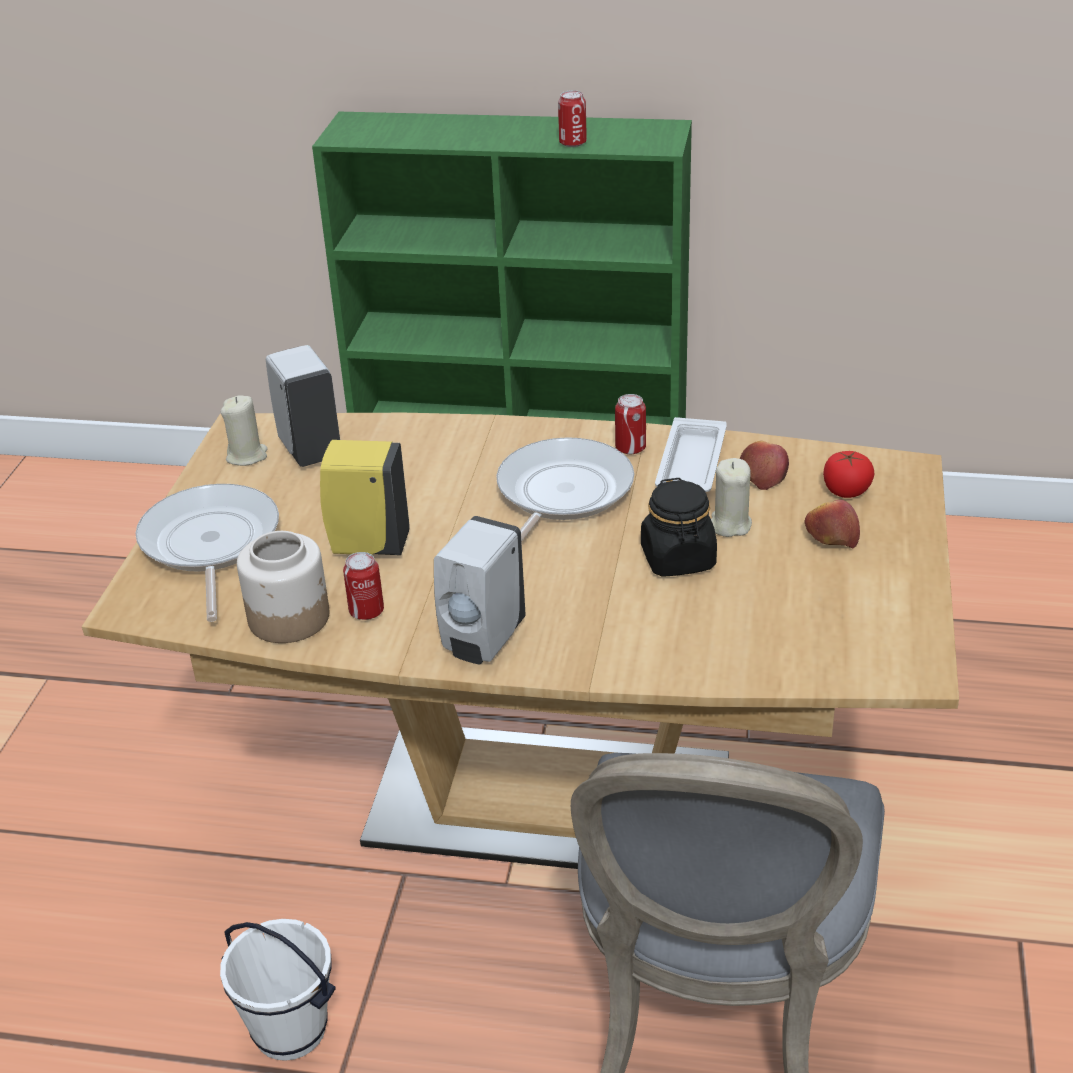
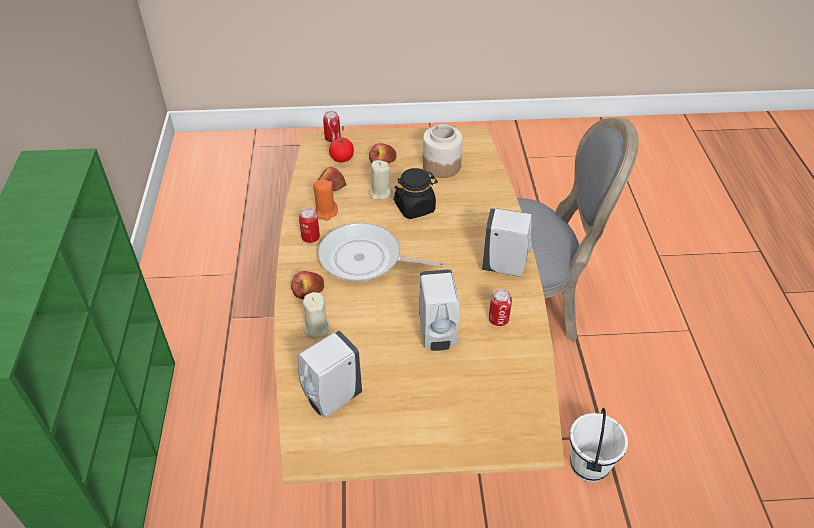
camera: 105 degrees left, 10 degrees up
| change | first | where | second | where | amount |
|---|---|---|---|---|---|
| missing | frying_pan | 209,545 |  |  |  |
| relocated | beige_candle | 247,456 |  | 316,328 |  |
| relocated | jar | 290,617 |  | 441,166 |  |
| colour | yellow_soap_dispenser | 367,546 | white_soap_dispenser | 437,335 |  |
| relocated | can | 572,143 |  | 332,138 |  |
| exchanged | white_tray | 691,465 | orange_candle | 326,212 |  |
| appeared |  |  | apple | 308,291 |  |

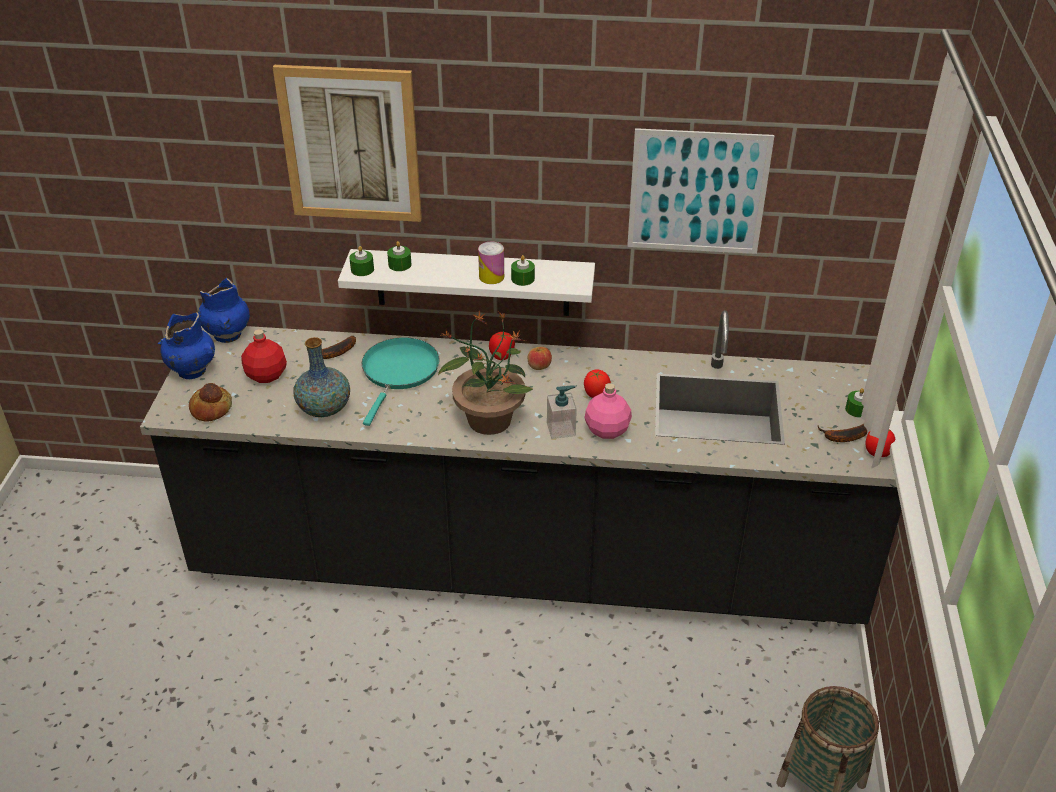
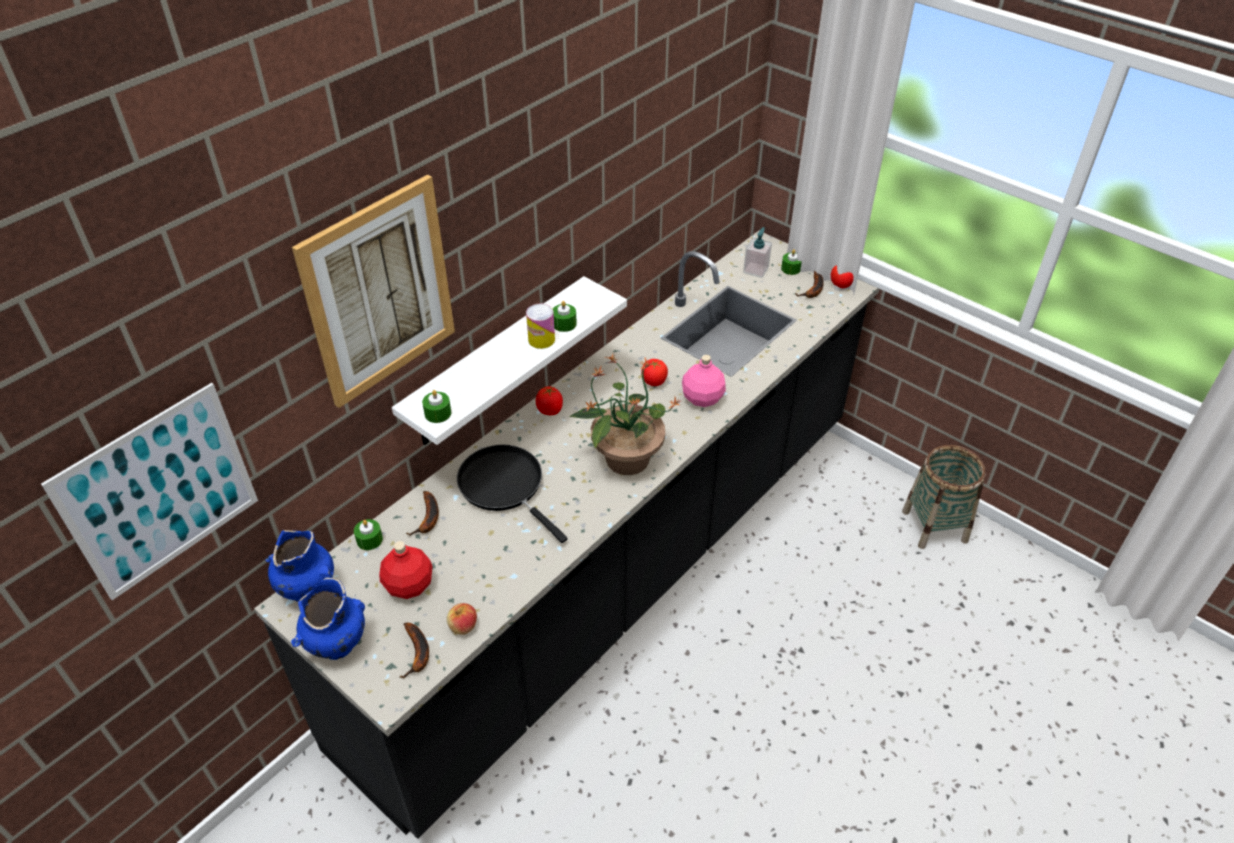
camera: 55 degrees left, 5 degrees up
| change | first | where | second | where | amount |
|---|---|---|---|---|---|
| exchanged | bread | 211,409 | banana | 417,653 |  |
| missing | vase | 324,409 |  |  |  |
| colour | turquoise_frying_pan | 399,372 | black_frying_pan | 505,486 |  |
| relocated | green_candle | 399,264 |  | 369,540 |  |
| relocated | apple | 539,366 |  | 463,626 |  |
| relocated | soap_dispenser | 561,429 |  | 756,270 |  |
| relocated | picture | 697,192 |  | 160,492 |  |

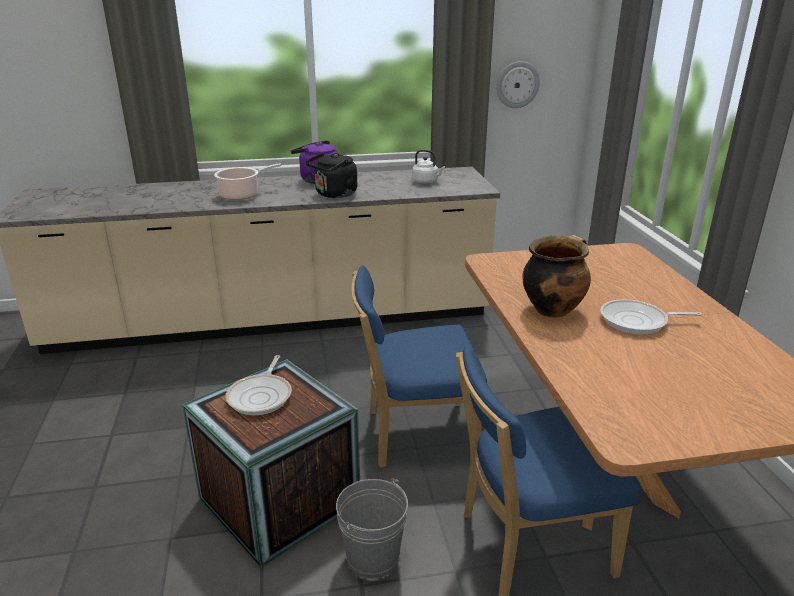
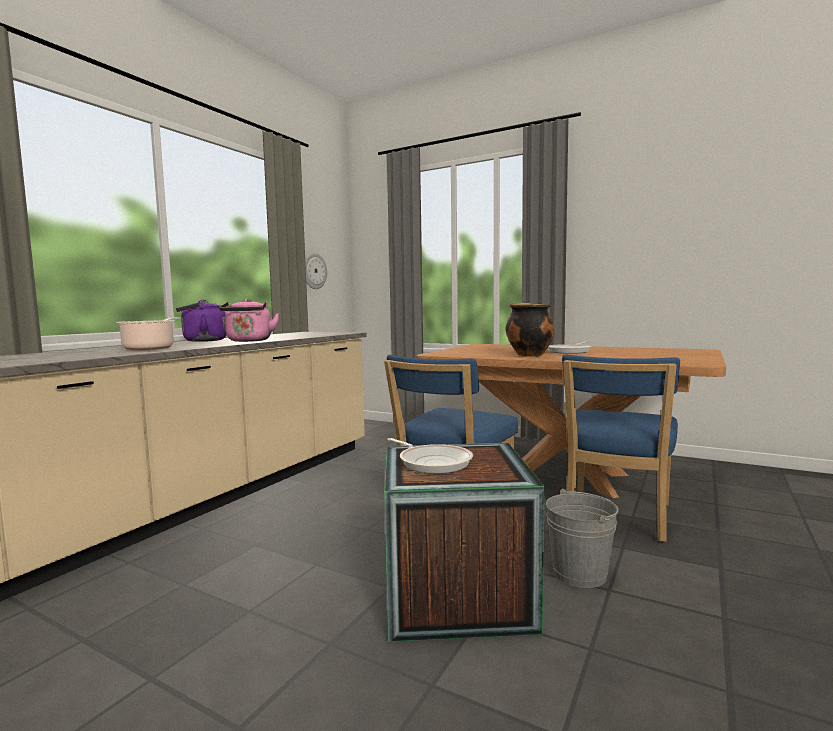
camera: 50 degrees left, 20 degrees down
| change | first | where | second | where | amount |
|---|---|---|---|---|---|
| colour | black_kettle | 334,194 | pink_kettle | 249,341 |  |
| missing | white_kettle | 426,181 |  |  |  |

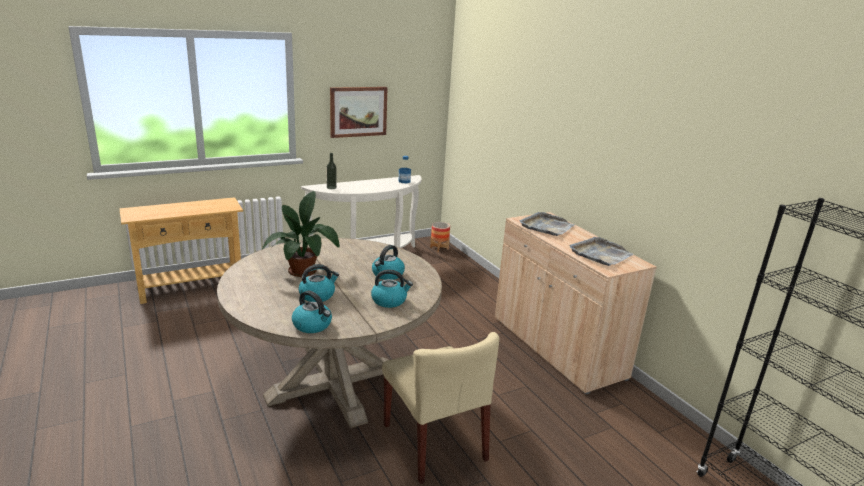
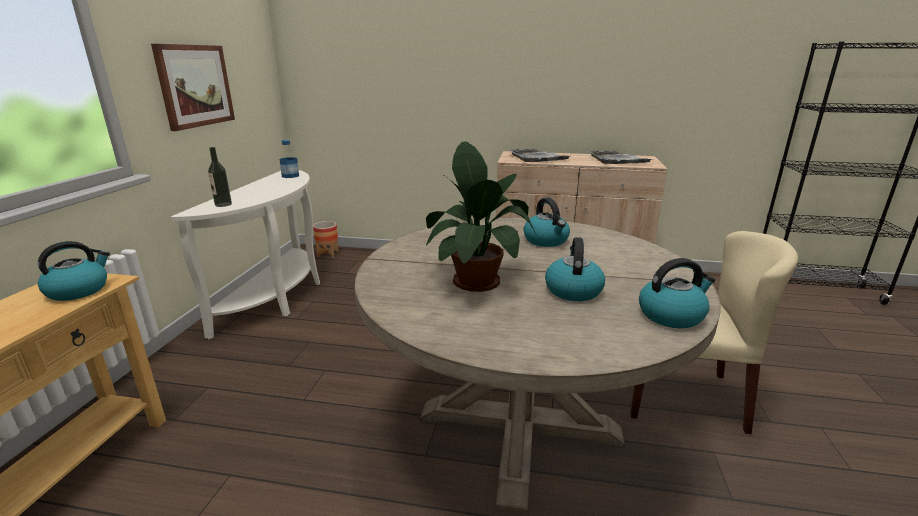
camera: 50 degrees left, 0 degrees up
| change | first | where | second | where | amount |
|---|---|---|---|---|---|
| relocated | kettle | 389,300 |  | 79,290 |  |

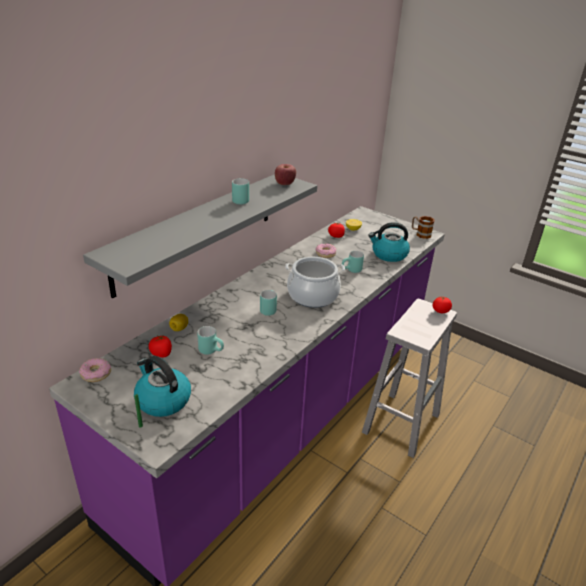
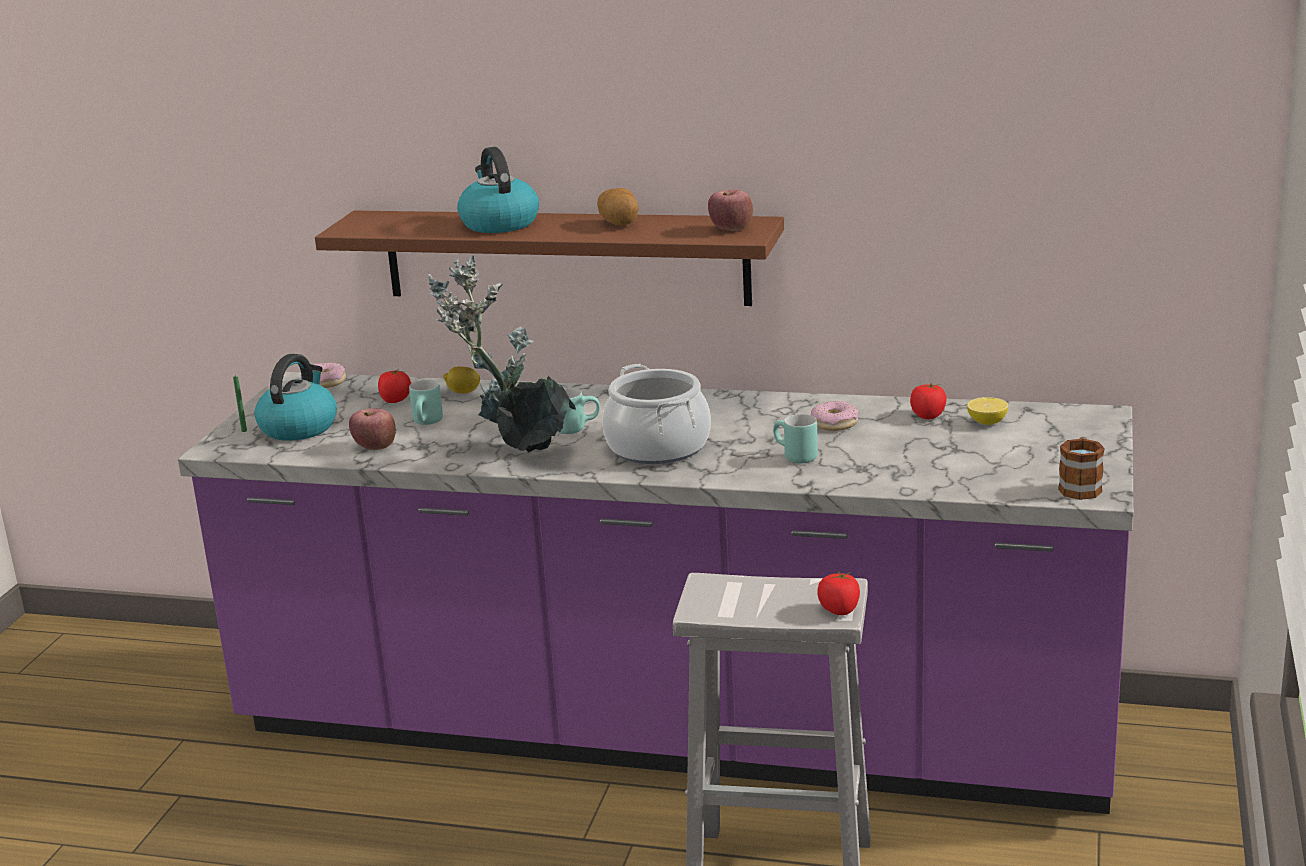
camera: 70 degrees right, 10 degrees down
| change | first | where | second | where | amount |
|---|---|---|---|---|---|
| colour | grey_shelf | 197,230 | brown_shelf | 565,257 |  |
| exchanged | turquoise_mug | 241,200 | potato | 619,224 |  |
| relocated | kettle | 388,255 |  | 498,223 |  |
| appeared |  |  | apple | 375,447 |  |
| appeared |  |  | potted_plant | 516,454 |  |

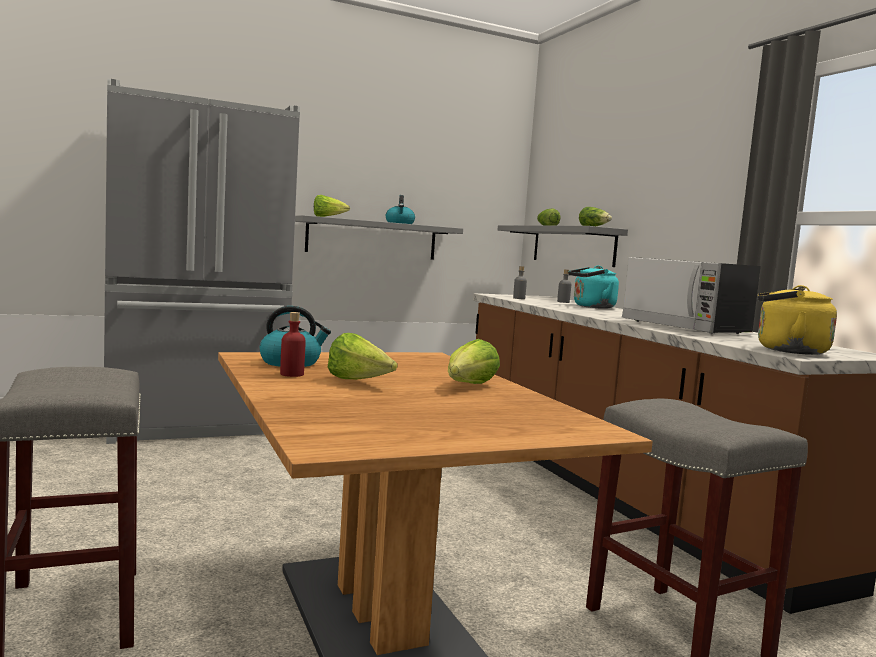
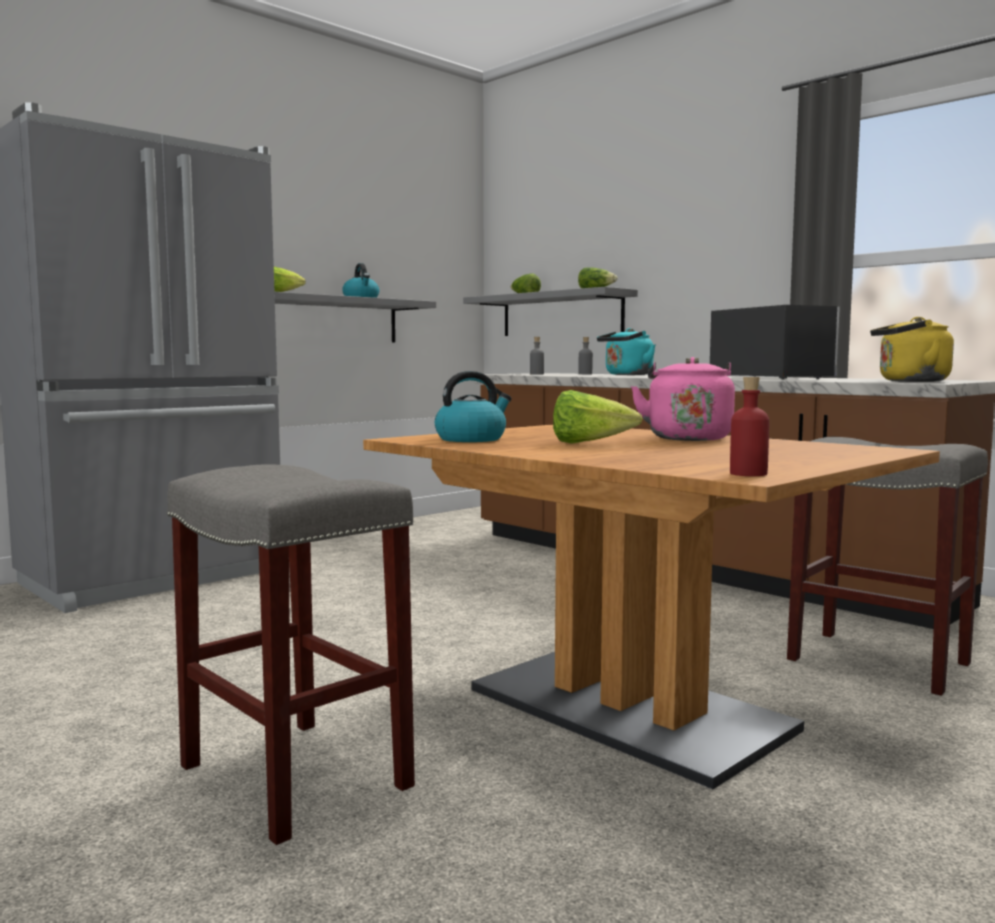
camera: 20 degrees left, 0 degrees up
| change | first | where | second | where | amount |
|---|---|---|---|---|---|
| relocated | red_bottle | 292,374 |  | 748,474 |  |
| exchanged | lettuce | 469,386 | pink_kettle | 687,438 |  |
| spun | microwave | 684,327 |  | 769,378 | 150 degrees counterclockwise |

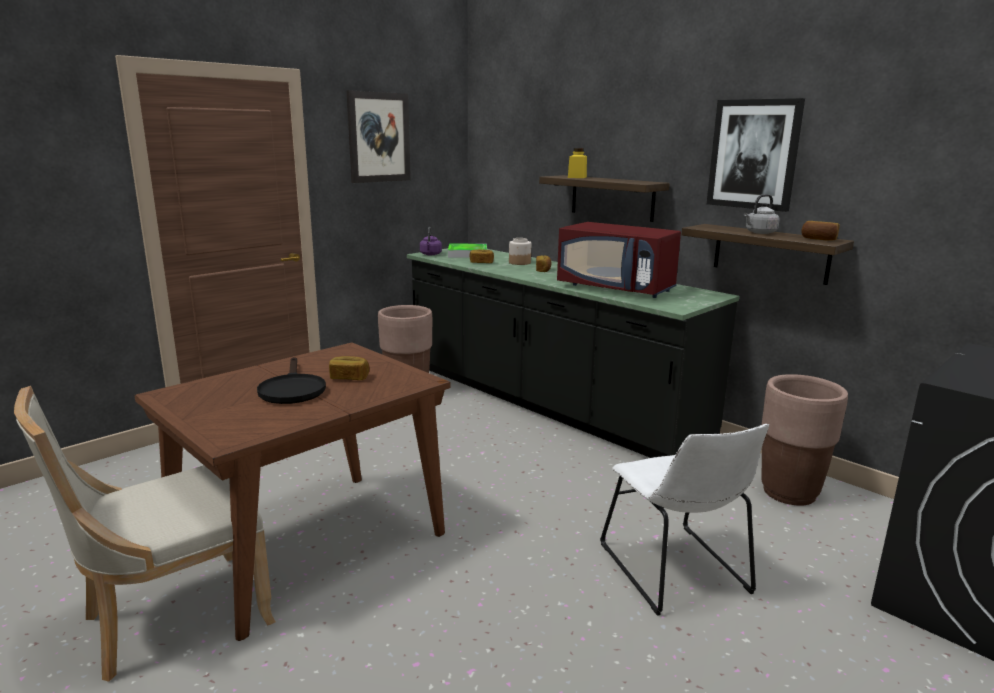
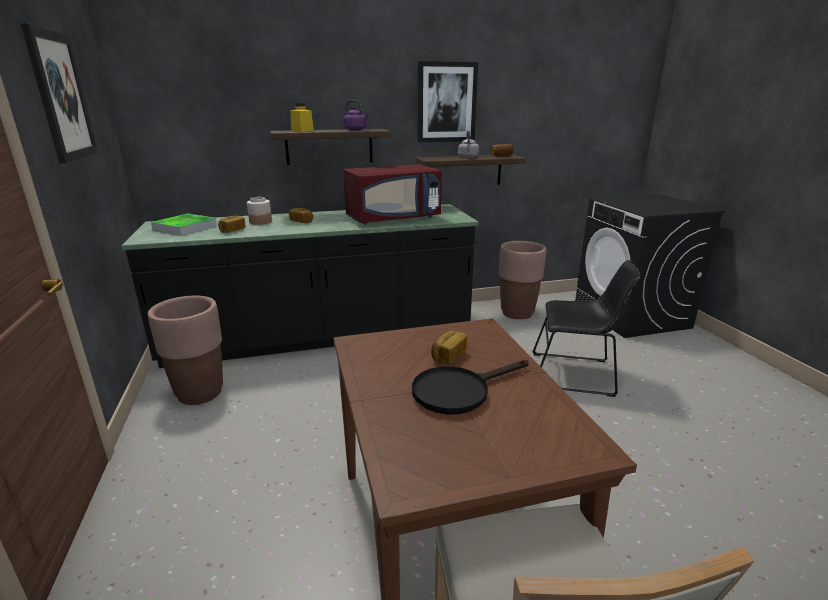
camera: 60 degrees left, 5 degrees up
| change | first | where | second | where | amount |
|---|---|---|---|---|---|
| spun | black_frying_pan | 292,389 |  | 459,391 | 135 degrees clockwise |
| relocated | purple_kettle | 430,254 |  | 356,129 |  |
| colour | white_chair | 676,572 | black_chair | 576,374 |  |

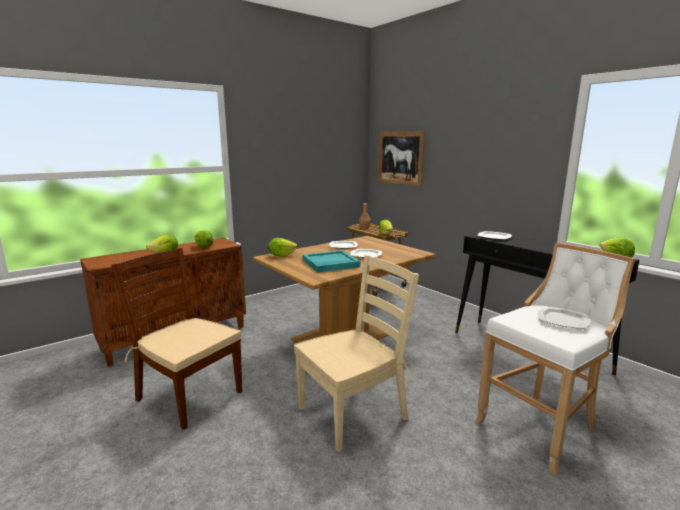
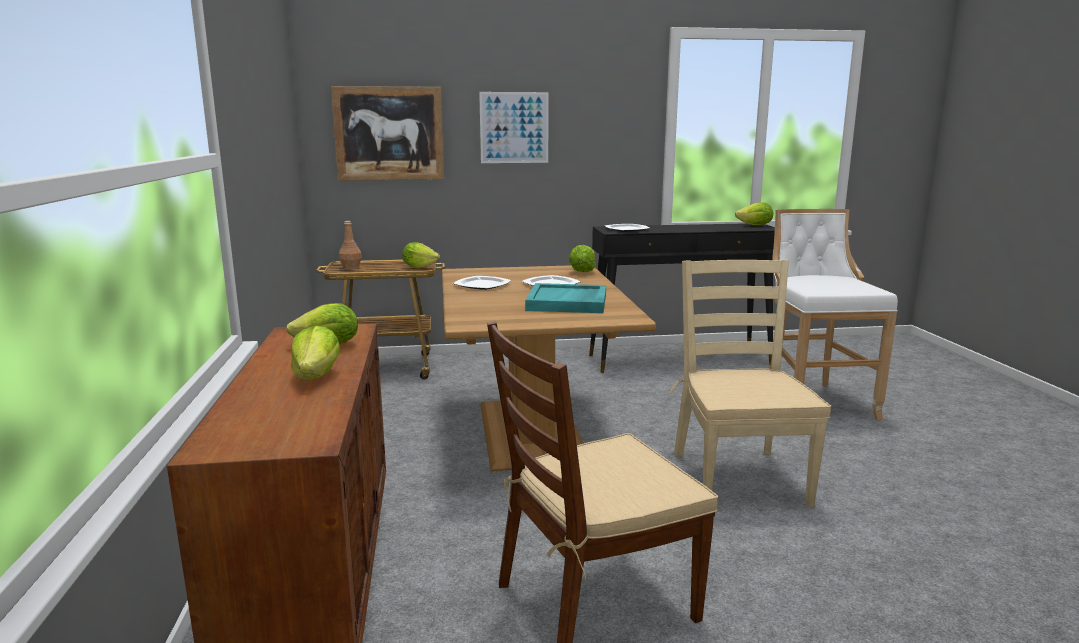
camera: 60 degrees left, 0 degrees up
| change | first | where | second | where | amount |
|---|---|---|---|---|---|
| relocated | lettuce | 281,255 |  | 582,271 |  |
| missing | plate | 563,320 |  |  |  |
| appeared |  |  | picture | 514,127 |  |

